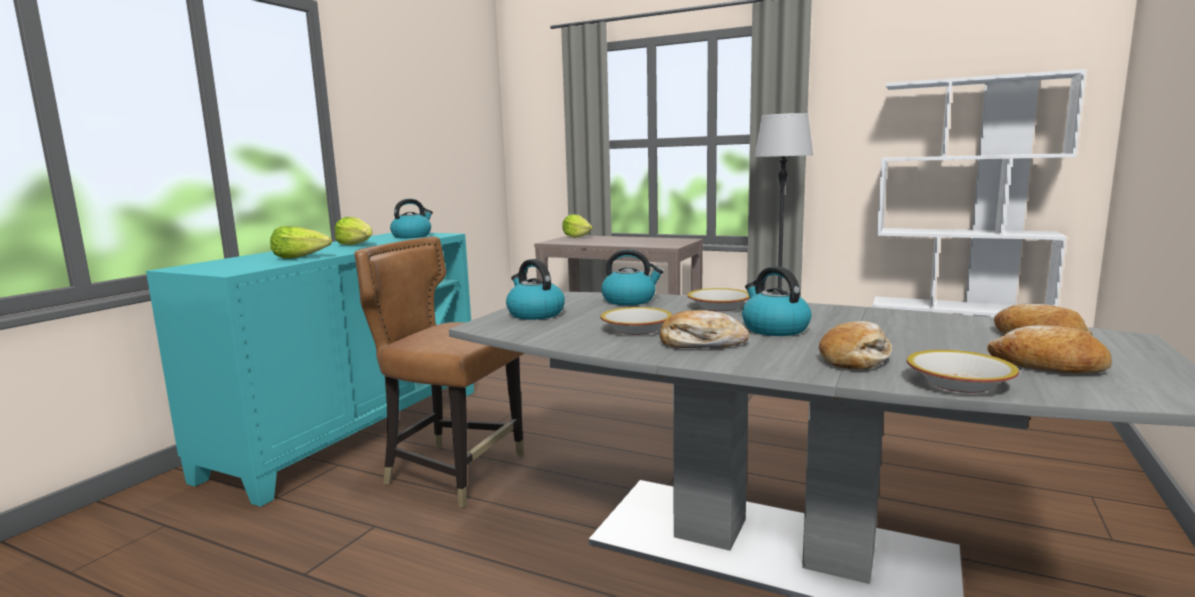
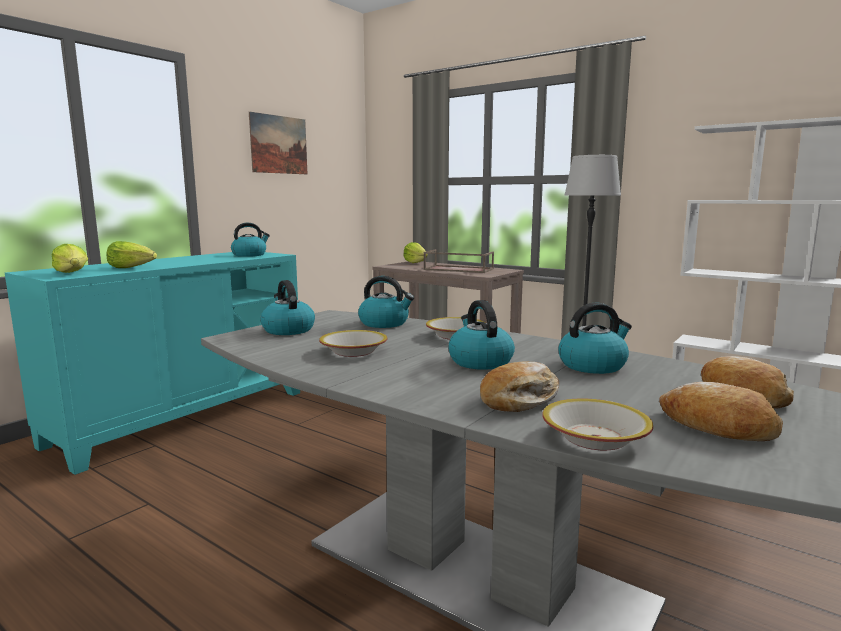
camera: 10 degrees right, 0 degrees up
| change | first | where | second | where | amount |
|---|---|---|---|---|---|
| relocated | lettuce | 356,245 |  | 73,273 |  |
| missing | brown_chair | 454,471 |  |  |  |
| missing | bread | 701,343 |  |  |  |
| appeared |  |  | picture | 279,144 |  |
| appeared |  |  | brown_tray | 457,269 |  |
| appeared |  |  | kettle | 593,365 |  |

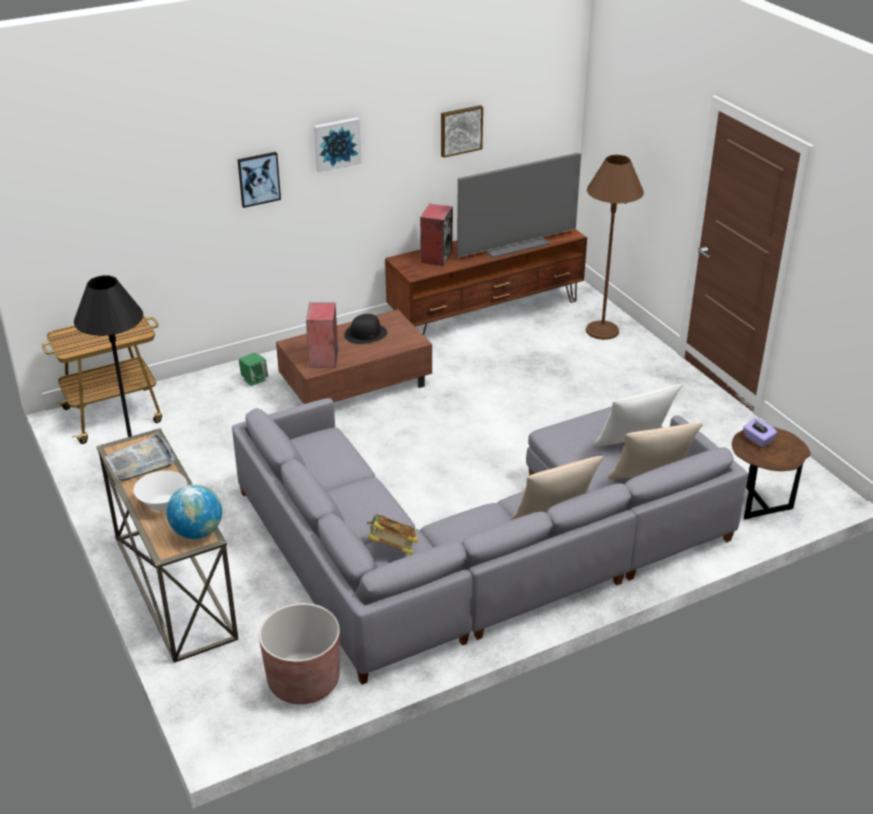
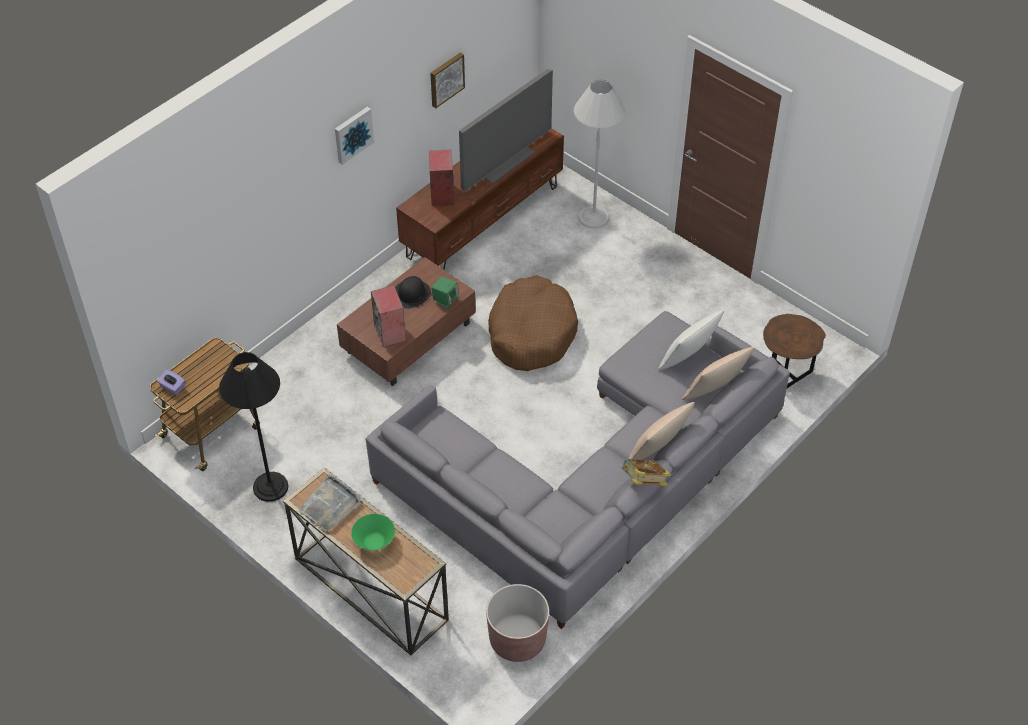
camera: 20 degrees left, 15 degrees up
| change | first | where | second | where | amount |
|---|---|---|---|---|---|
| colour | white_bowl | 163,503 | green_bowl | 374,541 |  |
| missing | globe | 197,532 |  |  |  |
| missing | picture | 258,179 |  |  |  |
| relocated | green_speaker | 254,379 |  | 445,300 |  |
| relocated | book | 392,548 |  | 644,482 |  |
| colour | brown_floor_lamp | 602,330 | white_floor_lamp | 593,217 |  |
| relocated | purple_tissue_box | 757,440 |  | 172,387 |  |
| appeared |  |  | brown_dog_bed | 531,333 |  |

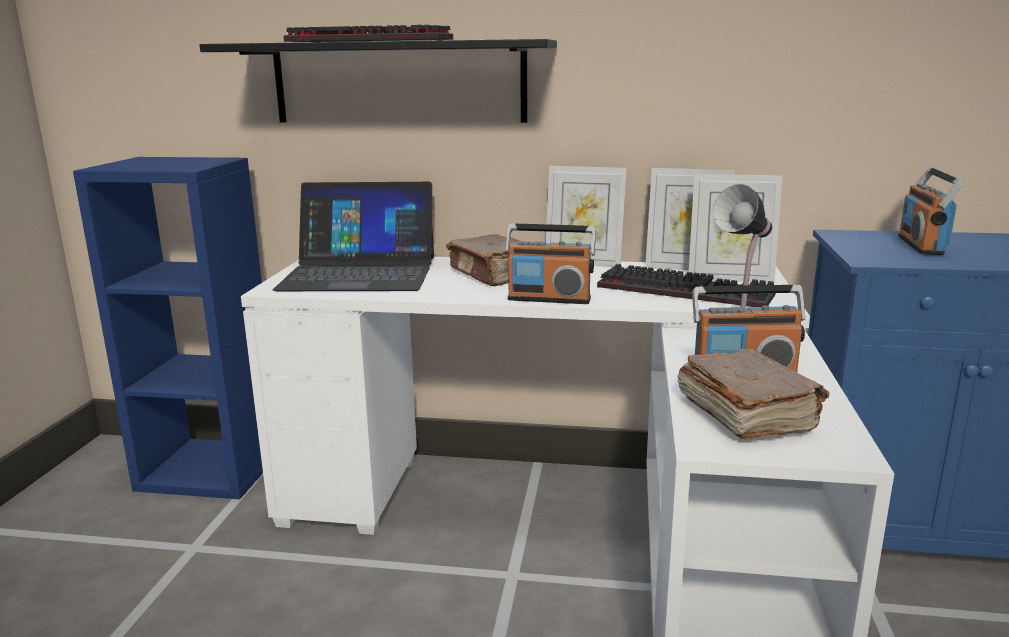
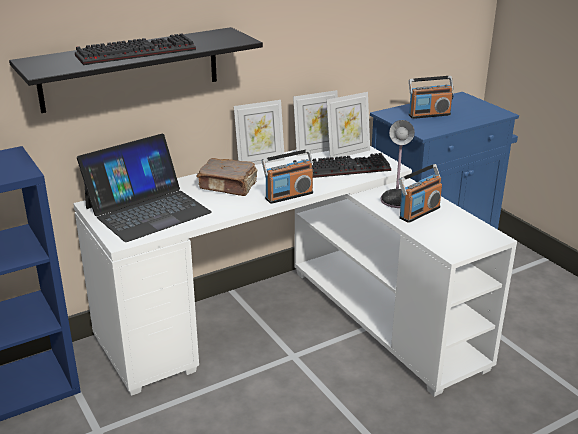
camera: 40 degrees left, 10 degrees up
| change | first | where | second | where | amount |
|---|---|---|---|---|---|
| missing | brown_book | 745,415 |  |  |  |
| spun | radio | 921,245 |  | 429,115 | 75 degrees counterclockwise |

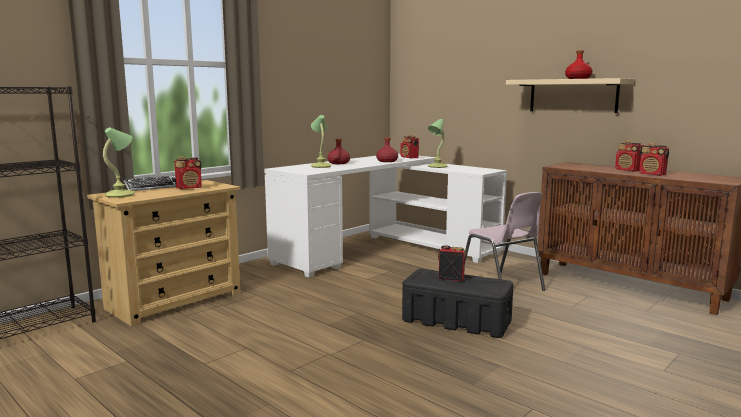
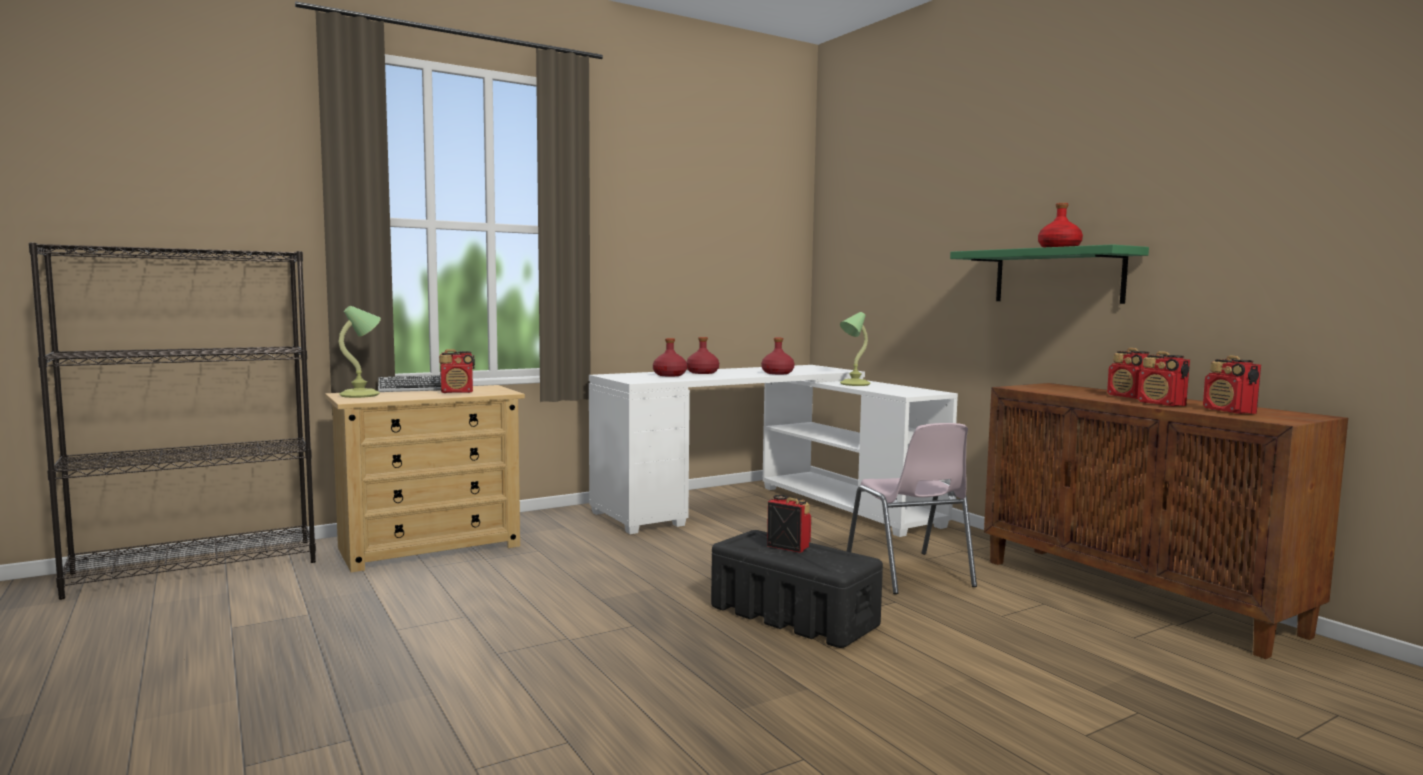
camera: 15 degrees right, 5 degrees down
| change | first | where | second | where | amount |
|---|---|---|---|---|---|
| exchanged | table_lamp | 321,166 | red_bottle | 670,375 |  |
| relocated | radio | 409,157 |  | 1229,411 |  |
| colour | beige_shelf | 573,96 | green_shelf | 1057,276 |  |

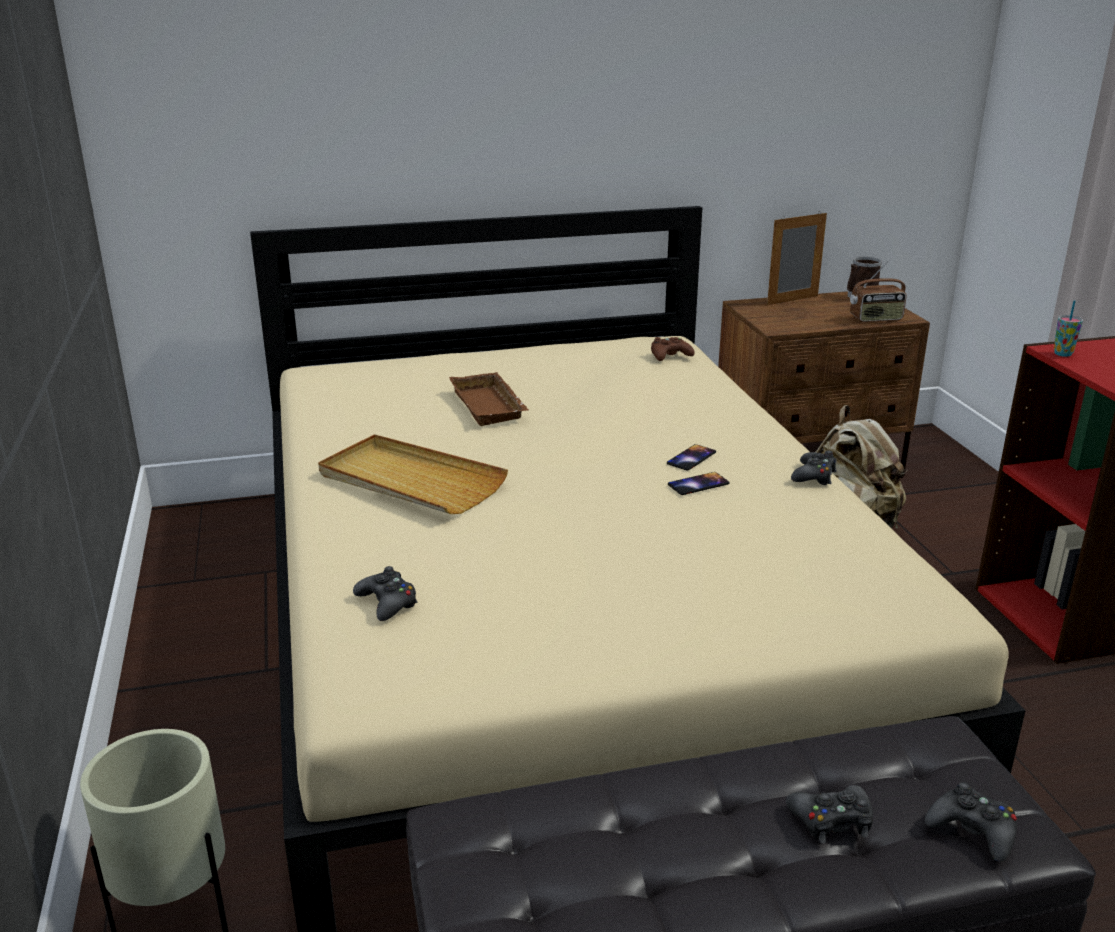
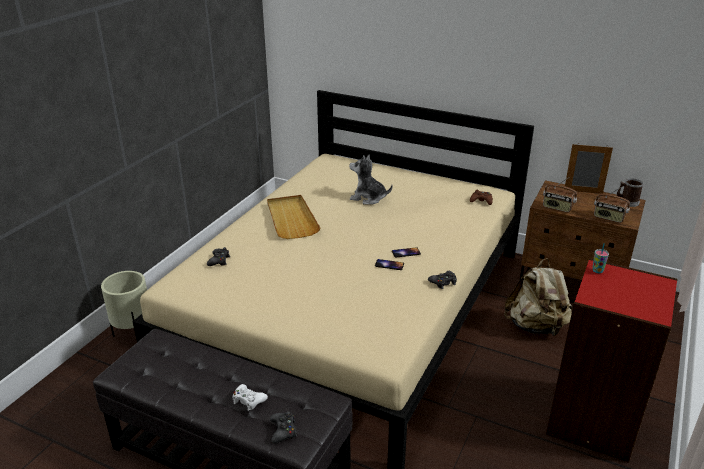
camera: 40 degrees right, 5 degrees up
| change | first | where | second | where | amount |
|---|---|---|---|---|---|
| exchanged | brown_tray | 491,406 | plush_toy | 368,198 |  |
| colour | black_game_controller | 832,820 | white_game_controller | 248,400 |  |
| appeared |  |  | radio | 557,208 |  |

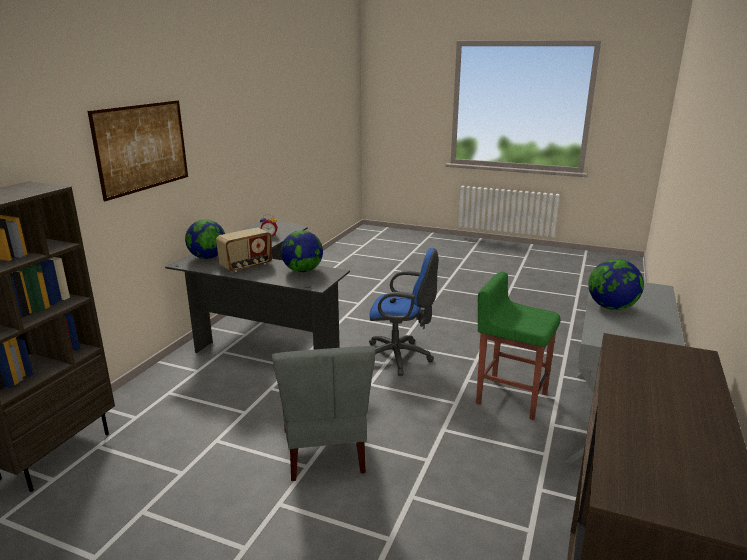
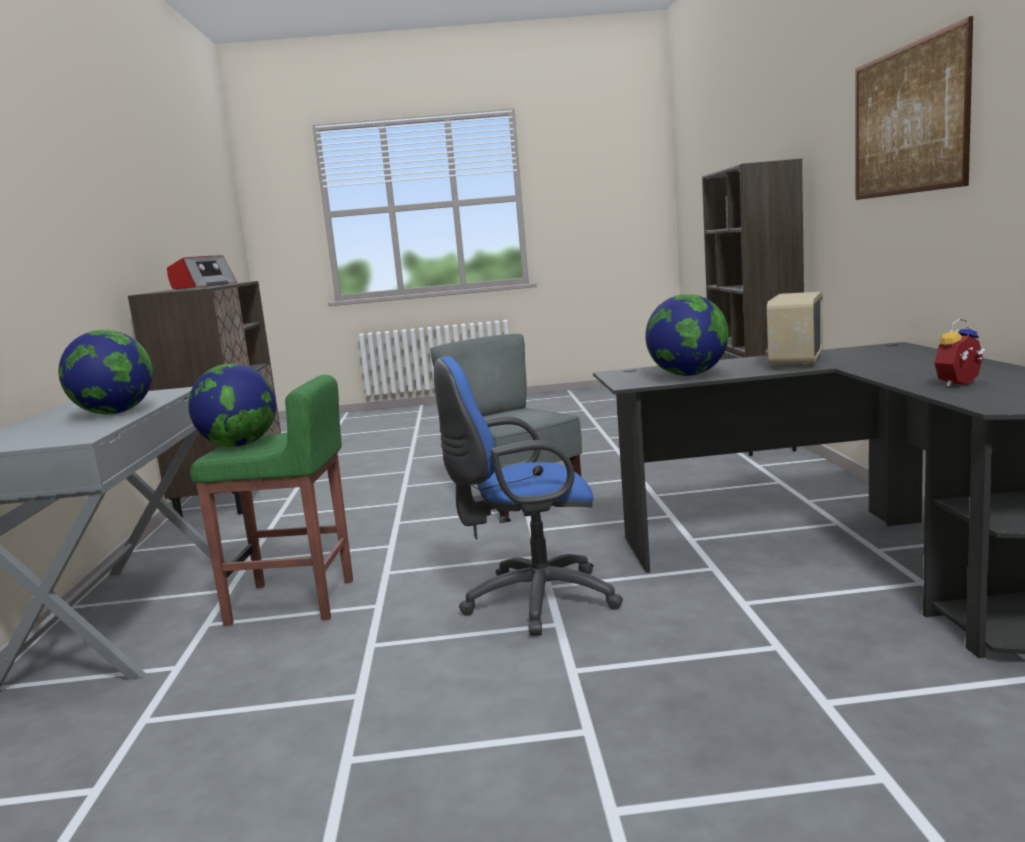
camera: 155 degrees right, 10 degrees down
| change | first | where | second | where | amount |
|---|---|---|---|---|---|
| relocated | globe | 207,257 |  | 239,445 |  |
| appeared |  |  | radio | 203,286 |  |

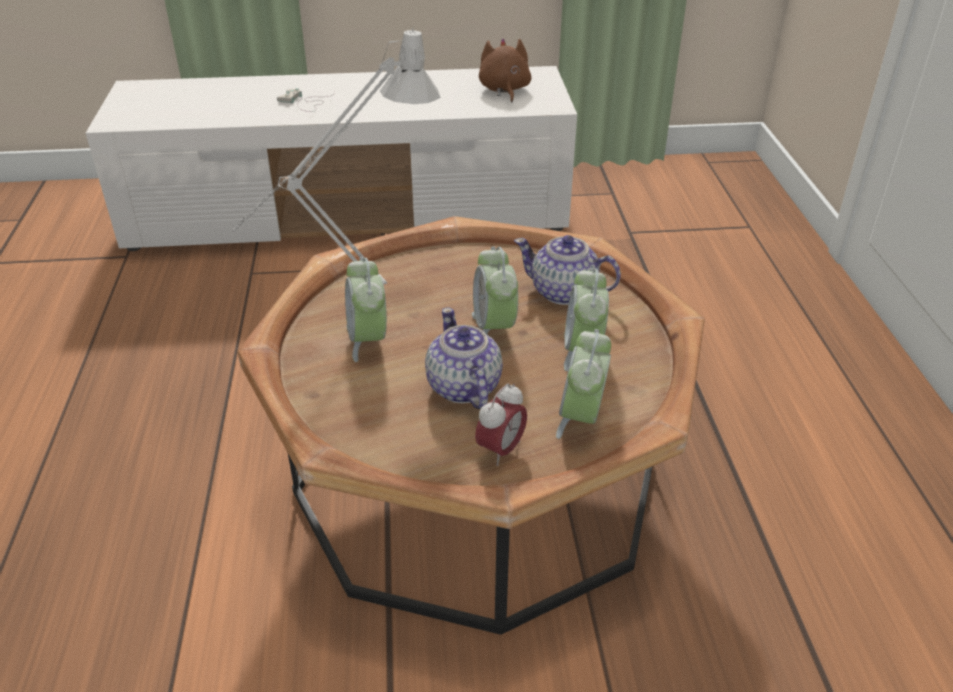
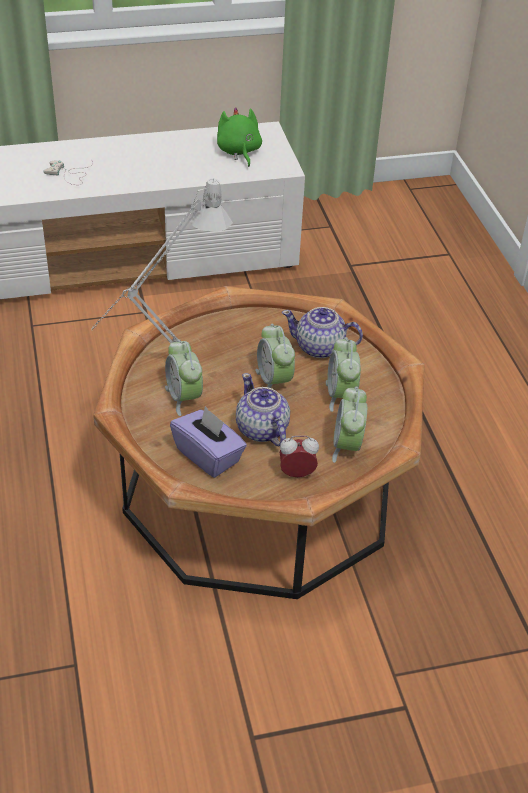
camera: 10 degrees left, 5 degrees up
| change | first | where | second | where | amount |
|---|---|---|---|---|---|
| spun | alarm_clock | 501,450 |  | 297,473 | 120 degrees counterclockwise |
| colour | brown_plush_toy | 504,90 | green_plush_toy | 239,152 |  |
| appeared |  |  | purple_tissue_box | 208,455 |  |

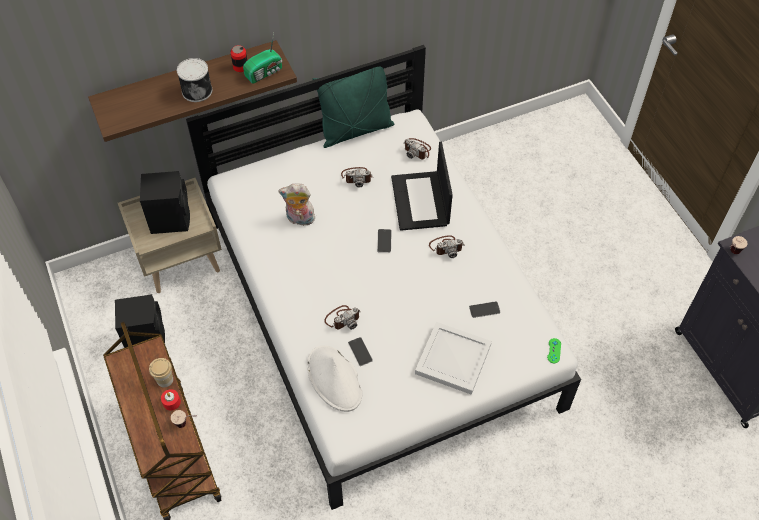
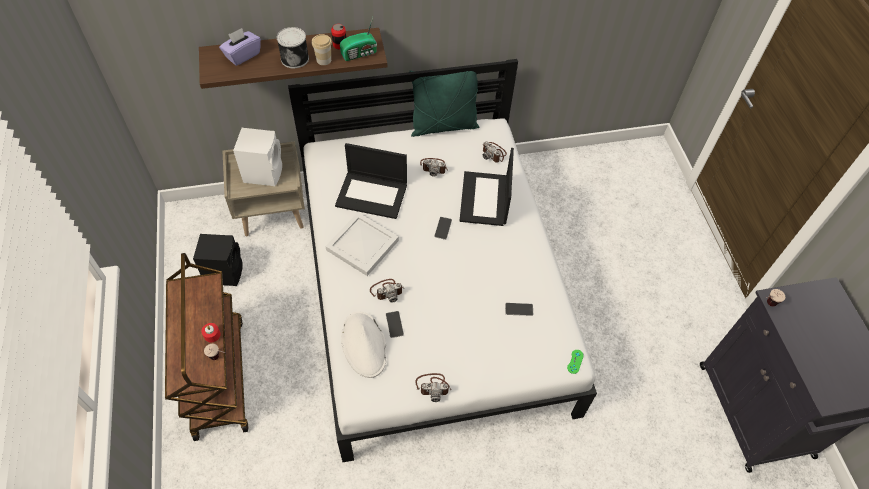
camera: 10 degrees right, 0 degrees up
| change | first | where | second | where | amount |
|---|---|---|---|---|---|
| colour | black_speaker | 170,218 | white_speaker | 264,172 |  |
| relocated | cup | 165,380 |  | 324,60 |  |
| exchanged | plush_toy | 299,219 | laptop | 372,194 |  |
| relocated | white_tray | 452,360 |  | 361,245 |  |
| relocated | photo_camera | 446,247 |  | 433,386 |  |
| appeared |  |  | purple_tissue_box | 242,55 |  |

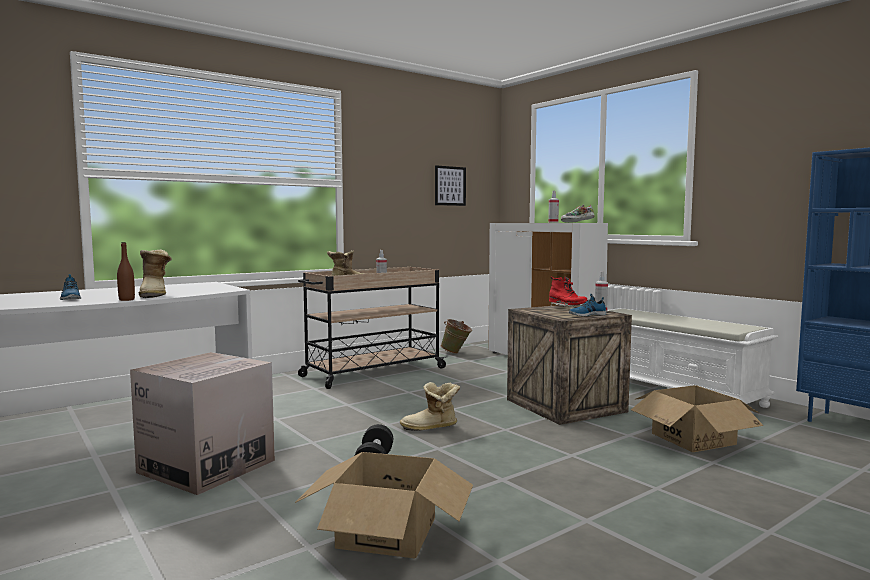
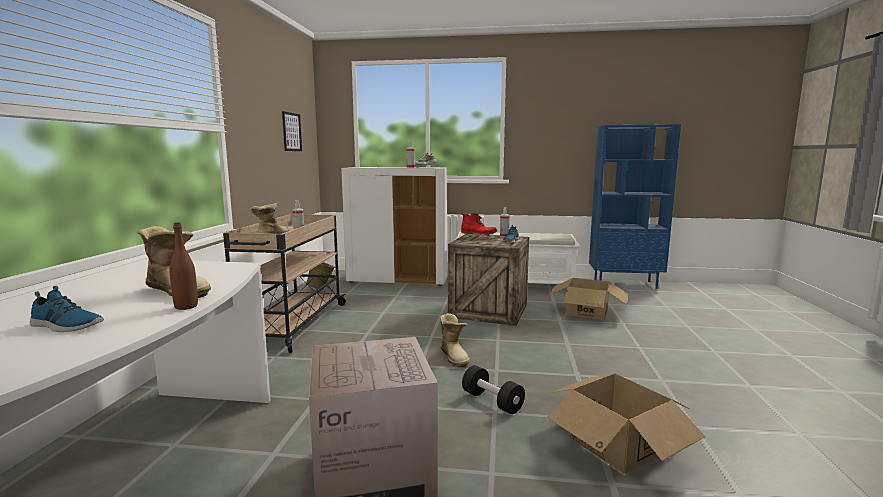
camera: 45 degrees left, 5 degrees up
| change | first | where | second | where | amount |
|---|---|---|---|---|---|
| spun | boot | 431,428 |  | 455,356 | 60 degrees counterclockwise |

